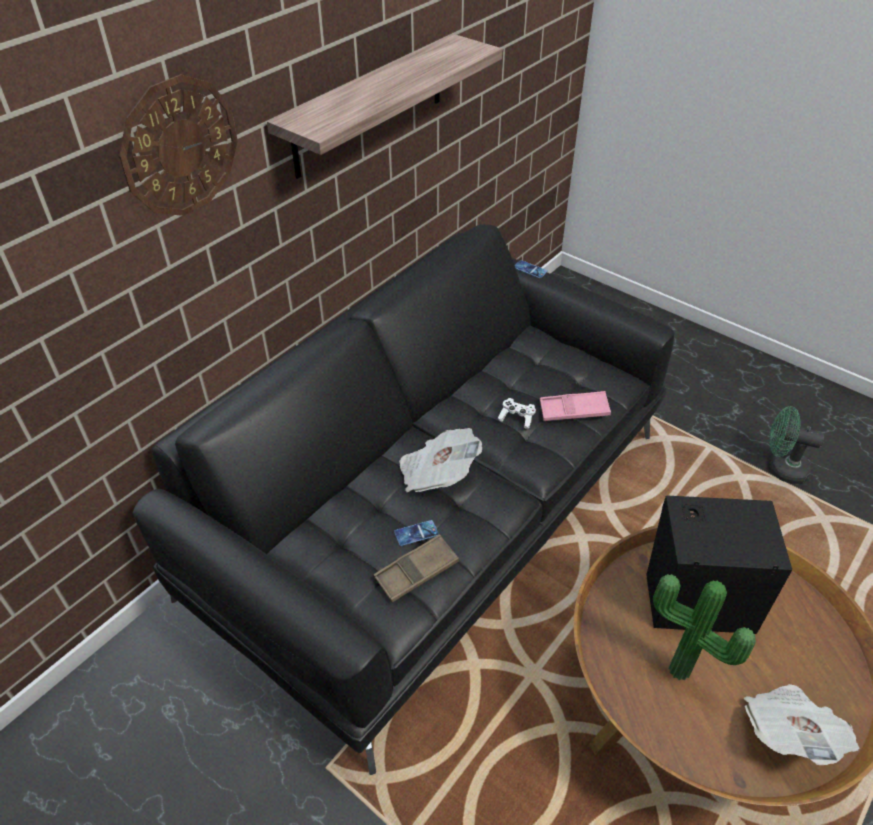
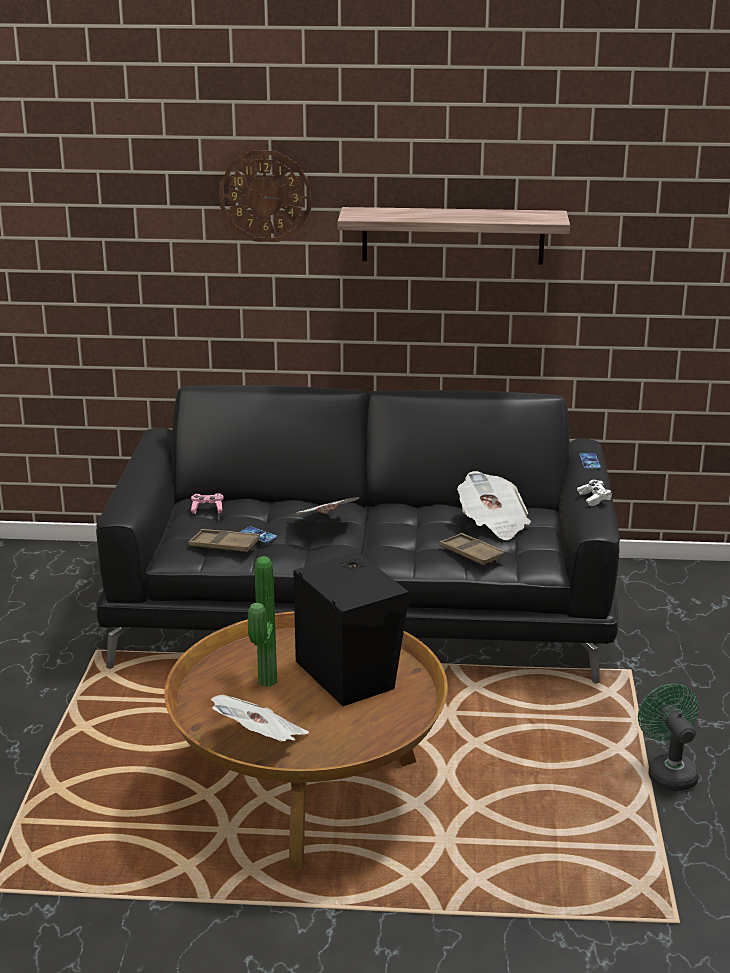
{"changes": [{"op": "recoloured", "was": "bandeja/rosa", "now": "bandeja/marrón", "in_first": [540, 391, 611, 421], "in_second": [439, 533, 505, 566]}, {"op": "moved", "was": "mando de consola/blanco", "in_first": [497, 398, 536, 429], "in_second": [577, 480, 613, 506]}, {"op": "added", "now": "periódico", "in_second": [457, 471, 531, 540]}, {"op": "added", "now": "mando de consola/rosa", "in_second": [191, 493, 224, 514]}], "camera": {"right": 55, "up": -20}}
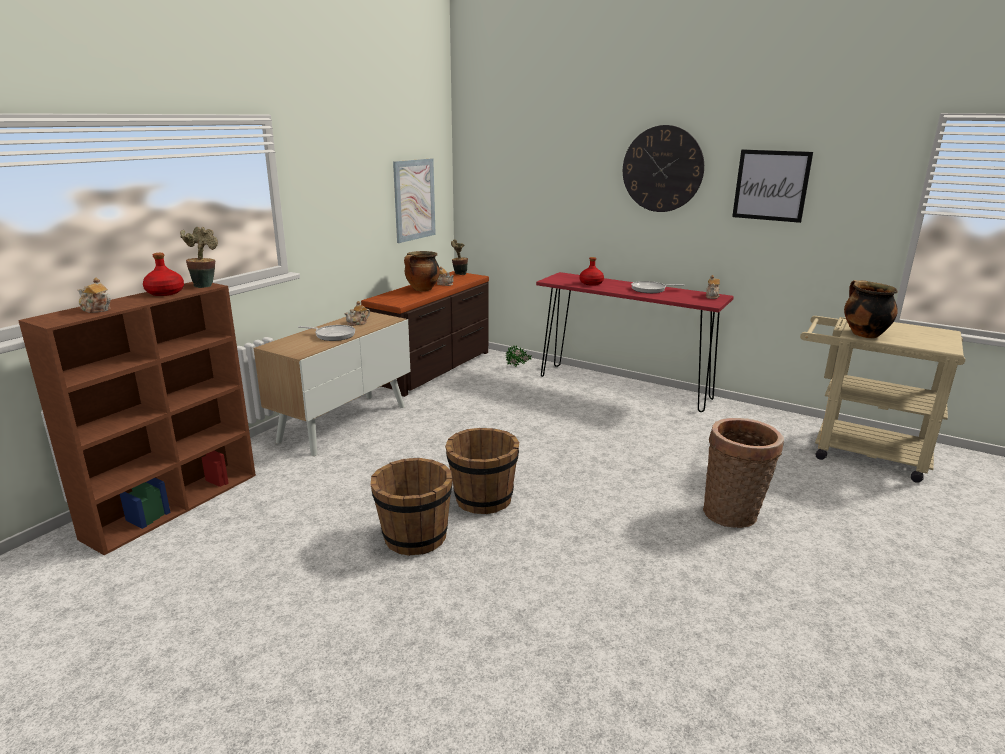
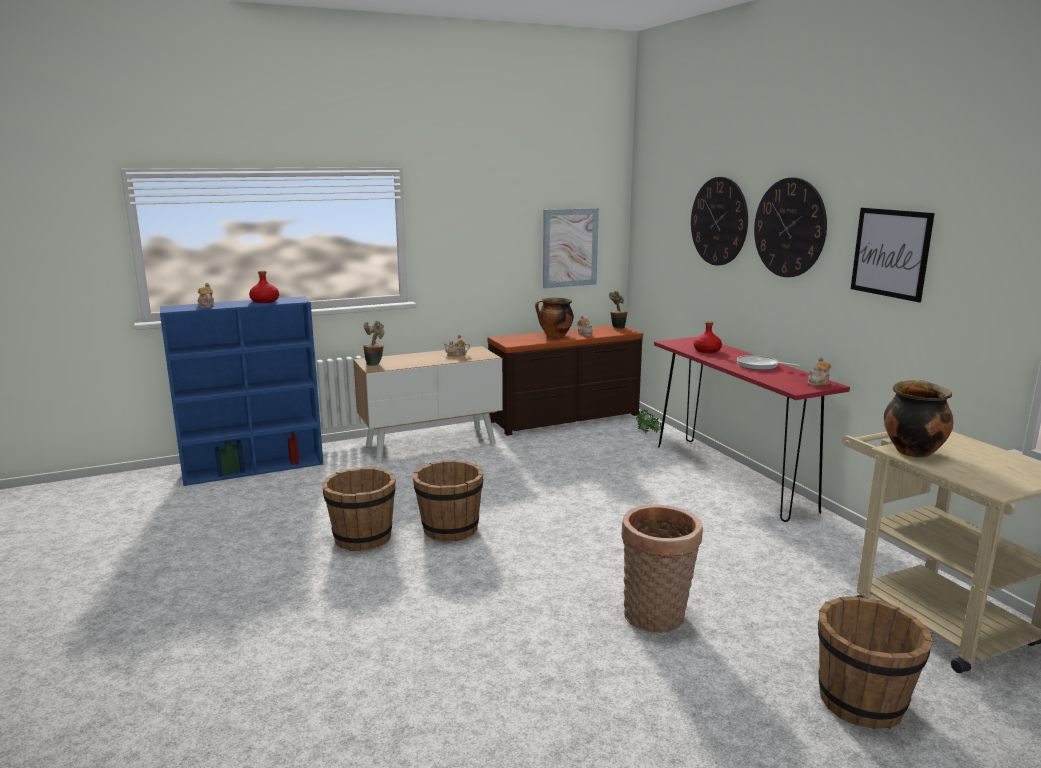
{"changes": [{"op": "moved", "was": "planta en maceta", "in_first": [180, 227, 218, 288], "in_second": [363, 321, 384, 366]}, {"op": "recoloured", "was": "estantería/marrón", "now": "estantería/azul", "in_first": [18, 282, 256, 555], "in_second": [160, 296, 323, 486]}, {"op": "removed", "was": "sartén", "in_first": [298, 325, 355, 341]}, {"op": "added", "now": "reloj de pared", "in_second": [691, 177, 748, 266]}, {"op": "added", "now": "cubo/marrón", "in_second": [818, 596, 933, 729]}], "camera": {"right": 35, "up": -5}}
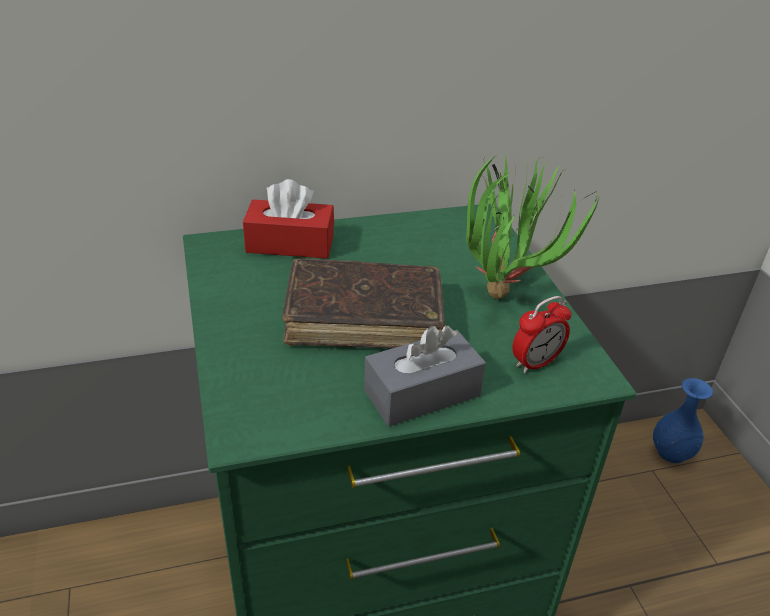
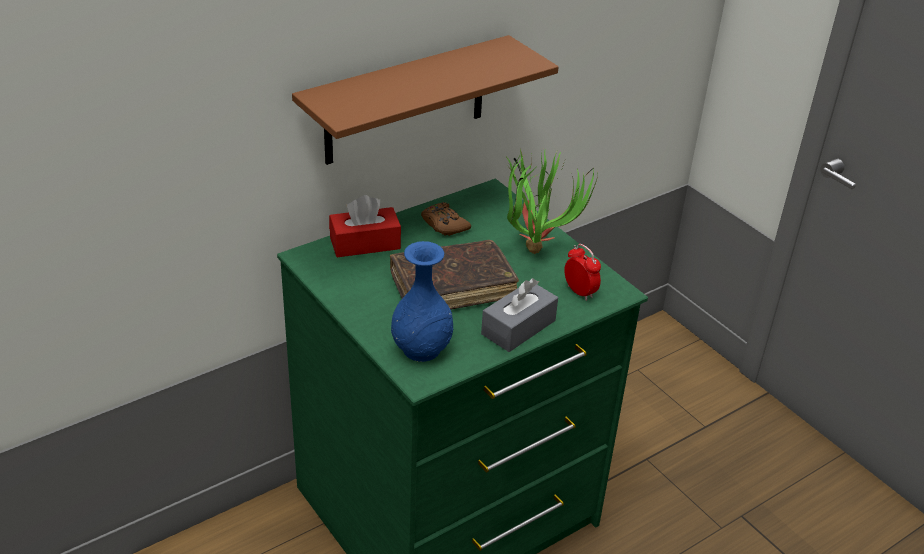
{"changes": [{"op": "turned", "was": "despertador", "in_first": [513, 296, 572, 373], "in_second": [564, 244, 601, 301], "clockwise": -75}, {"op": "moved", "was": "florero/azul", "in_first": [653, 378, 713, 463], "in_second": [391, 241, 453, 362]}, {"op": "added", "now": "estante/marrón", "in_second": [292, 35, 559, 165]}, {"op": "added", "now": "mando de consola/marrón", "in_second": [421, 202, 471, 236]}], "camera": {"right": -20, "up": 0}}
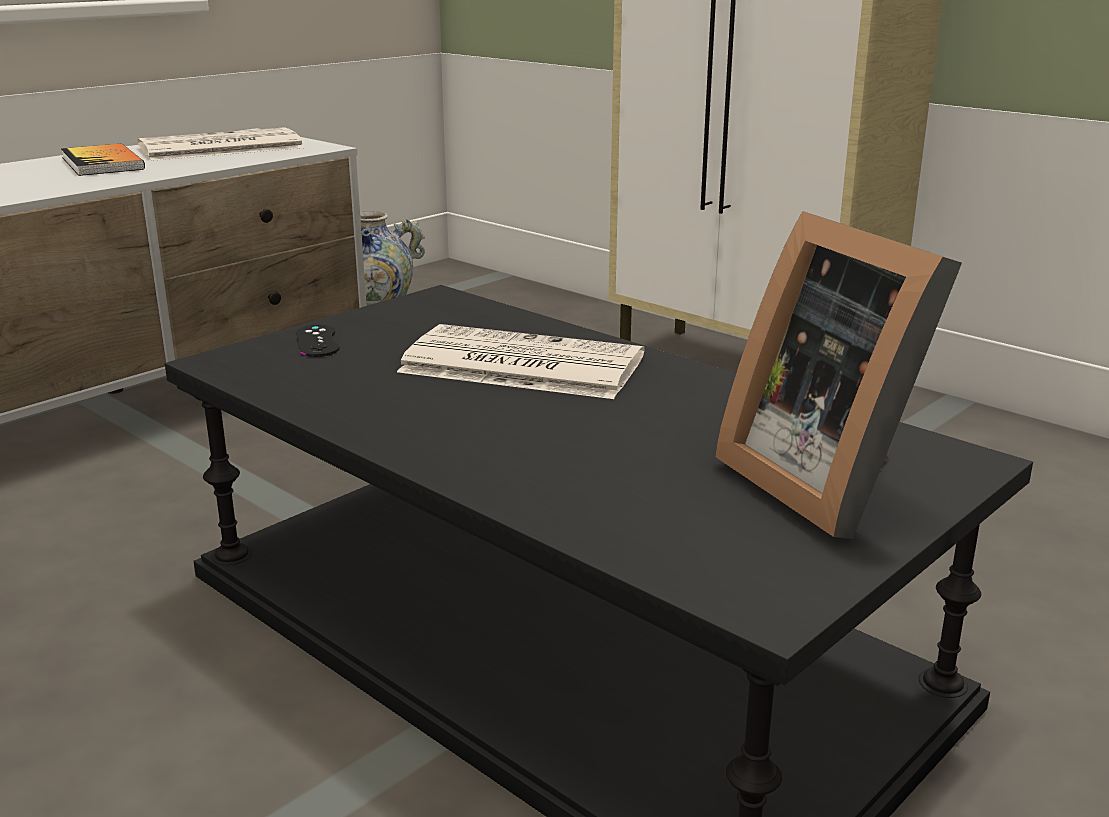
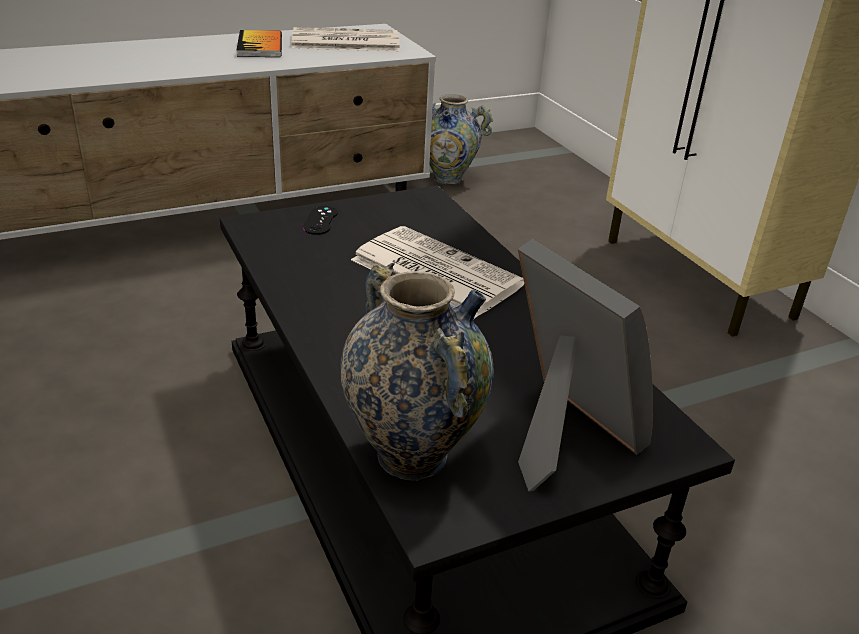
{"changes": [{"op": "turned", "was": "portarretratos", "in_first": [715, 211, 962, 539], "in_second": [518, 239, 653, 491], "clockwise": 150}, {"op": "added", "now": "florero", "in_second": [340, 263, 493, 480]}], "camera": {"right": 20, "up": 10}}
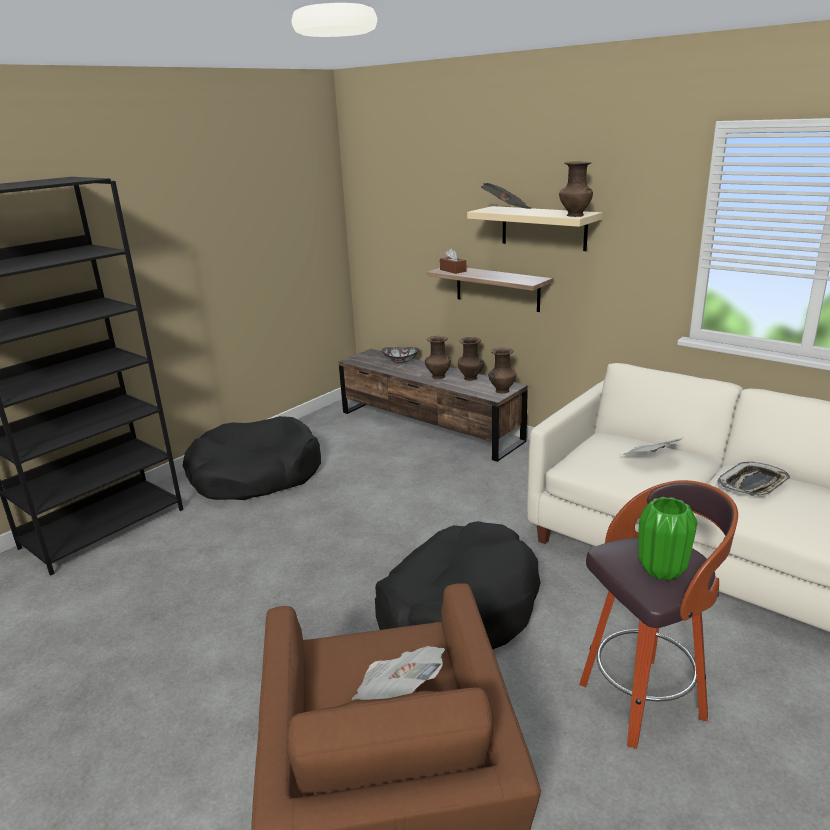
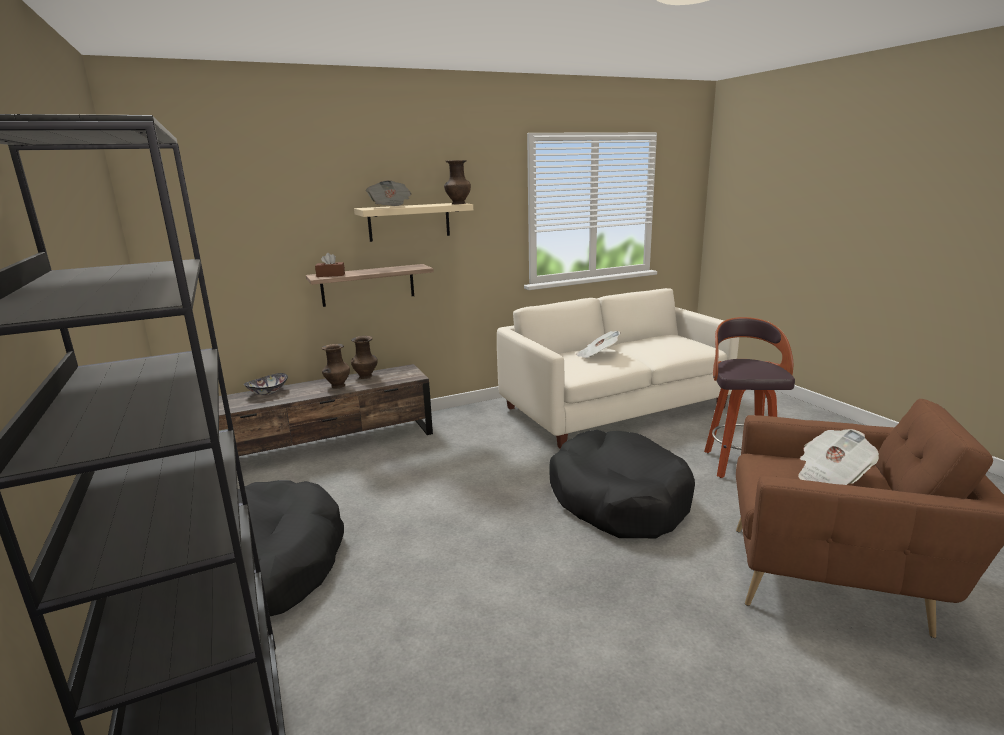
{"changes": [{"op": "removed", "was": "florero/marrón", "in_first": [488, 347, 516, 394]}, {"op": "removed", "was": "bandeja", "in_first": [718, 462, 790, 495]}, {"op": "removed", "was": "florero/verde", "in_first": [638, 497, 698, 581]}], "camera": {"right": -65, "up": -5}}
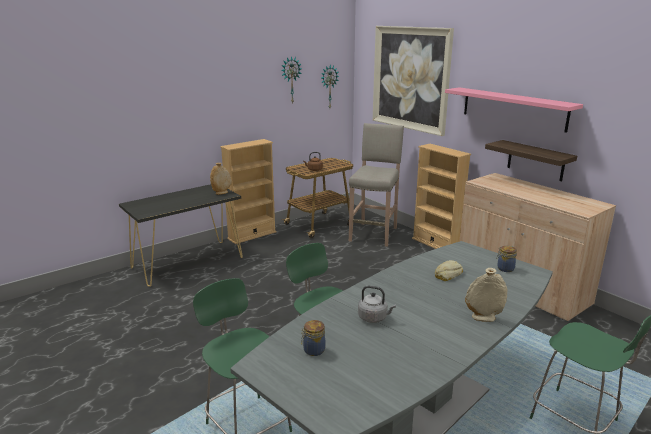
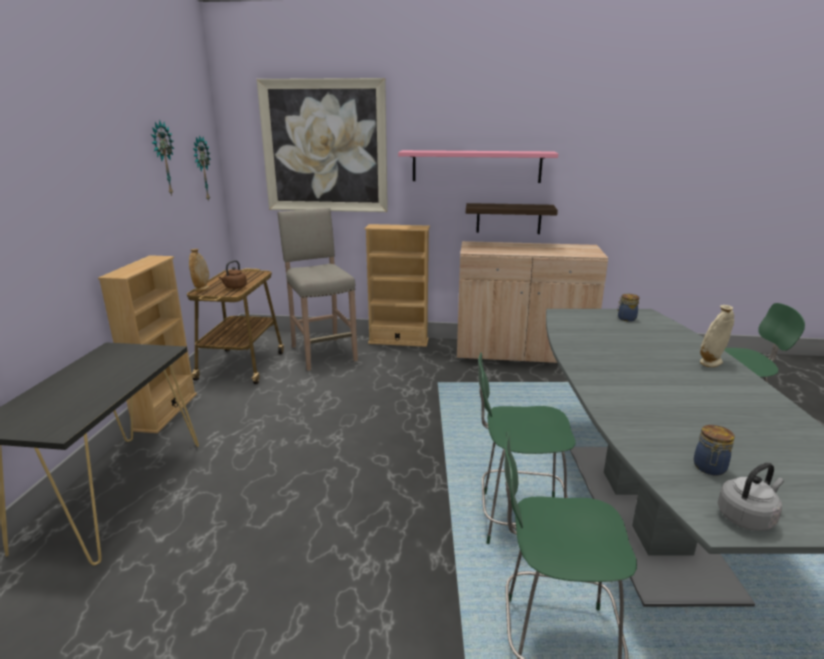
{"changes": [{"op": "moved", "was": "florero/beis", "in_first": [210, 163, 232, 195], "in_second": [189, 249, 209, 291]}, {"op": "removed", "was": "pan", "in_first": [435, 260, 463, 281]}, {"op": "moved", "was": "hervidor/gris", "in_first": [358, 286, 396, 323], "in_second": [717, 463, 784, 531]}], "camera": {"right": -45, "up": 0}}
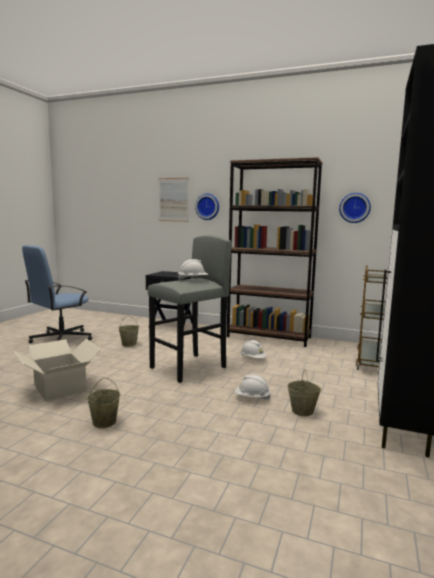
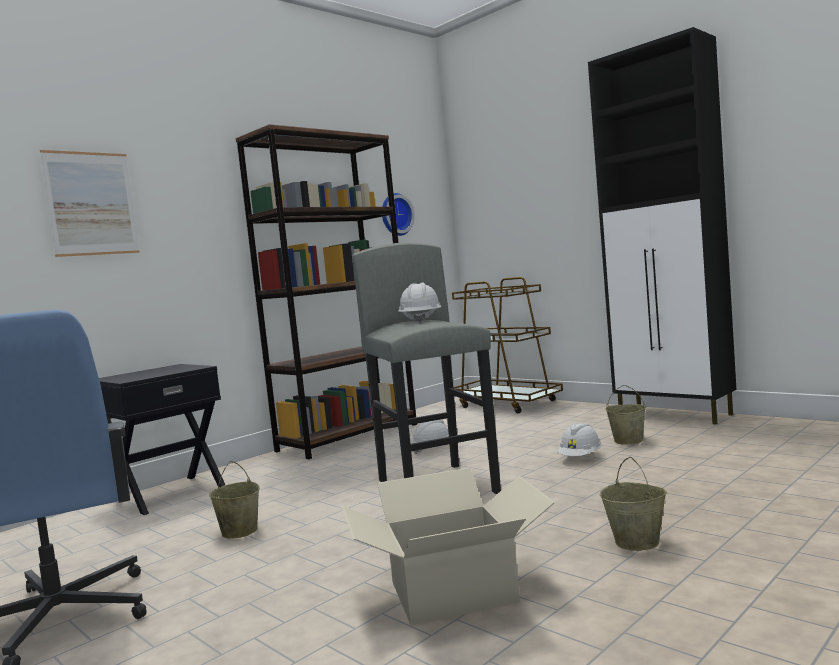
{"changes": [{"op": "removed", "was": "reloj de pared", "in_first": [195, 194, 219, 220]}], "camera": {"right": -65, "up": -5}}
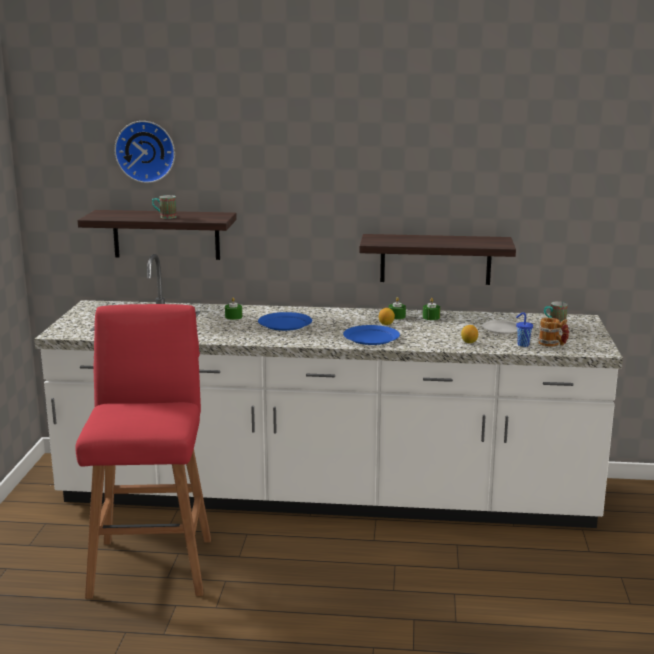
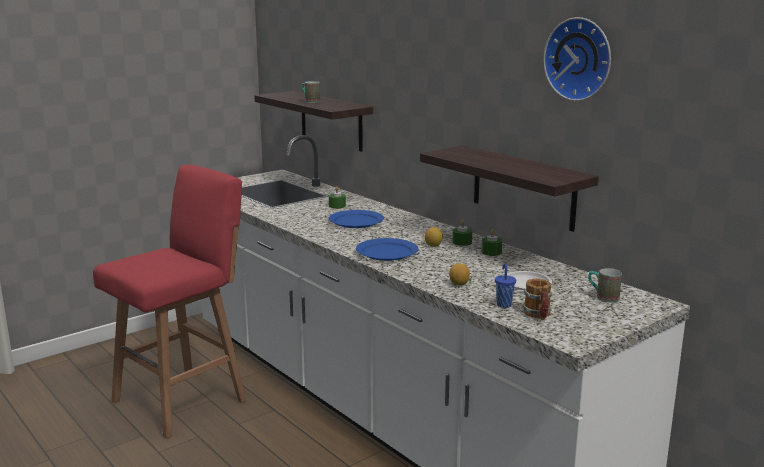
{"changes": [{"op": "moved", "was": "reloj de pared", "in_first": [114, 121, 175, 183], "in_second": [543, 17, 611, 101]}], "camera": {"right": 45, "up": 0}}
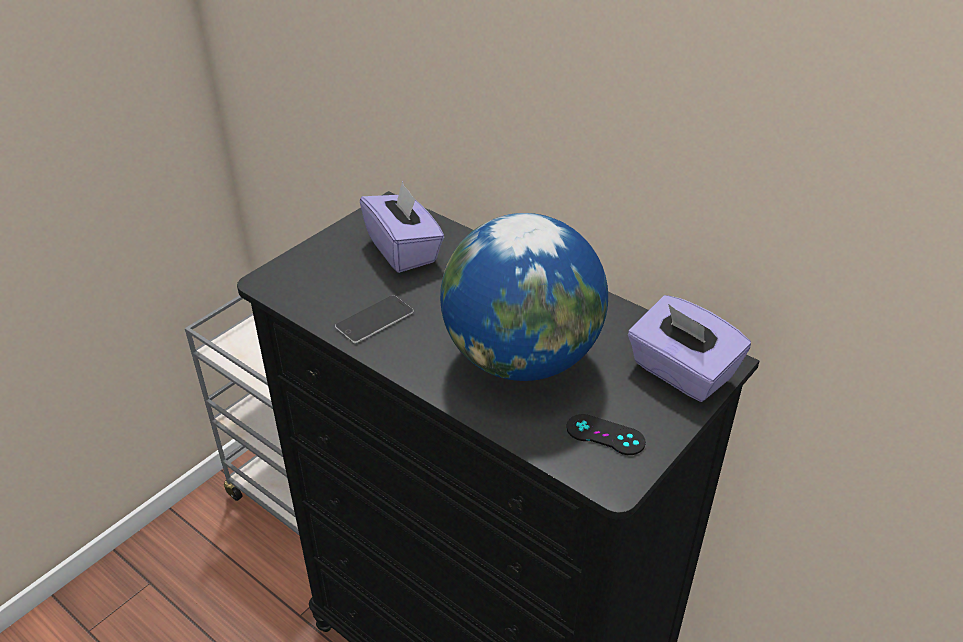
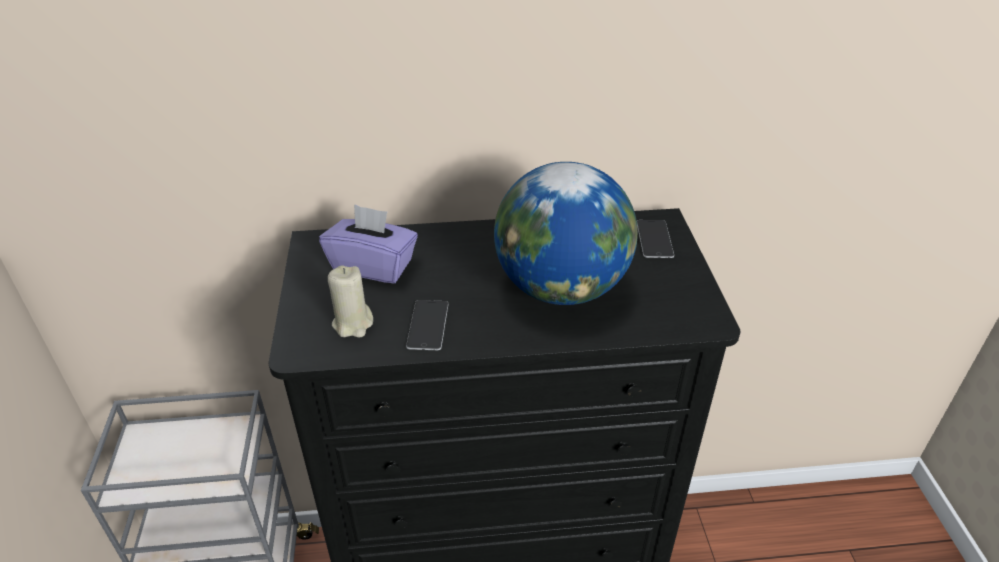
{"changes": [{"op": "replaced", "was": "caja de pañuelos/morado", "now": "móvil", "in_first": [628, 295, 751, 402], "in_second": [637, 220, 674, 258]}, {"op": "removed", "was": "mando de consola/negro", "in_first": [566, 414, 646, 455]}, {"op": "added", "now": "vela/beis", "in_second": [328, 265, 373, 337]}], "camera": {"right": -45, "up": 0}}
